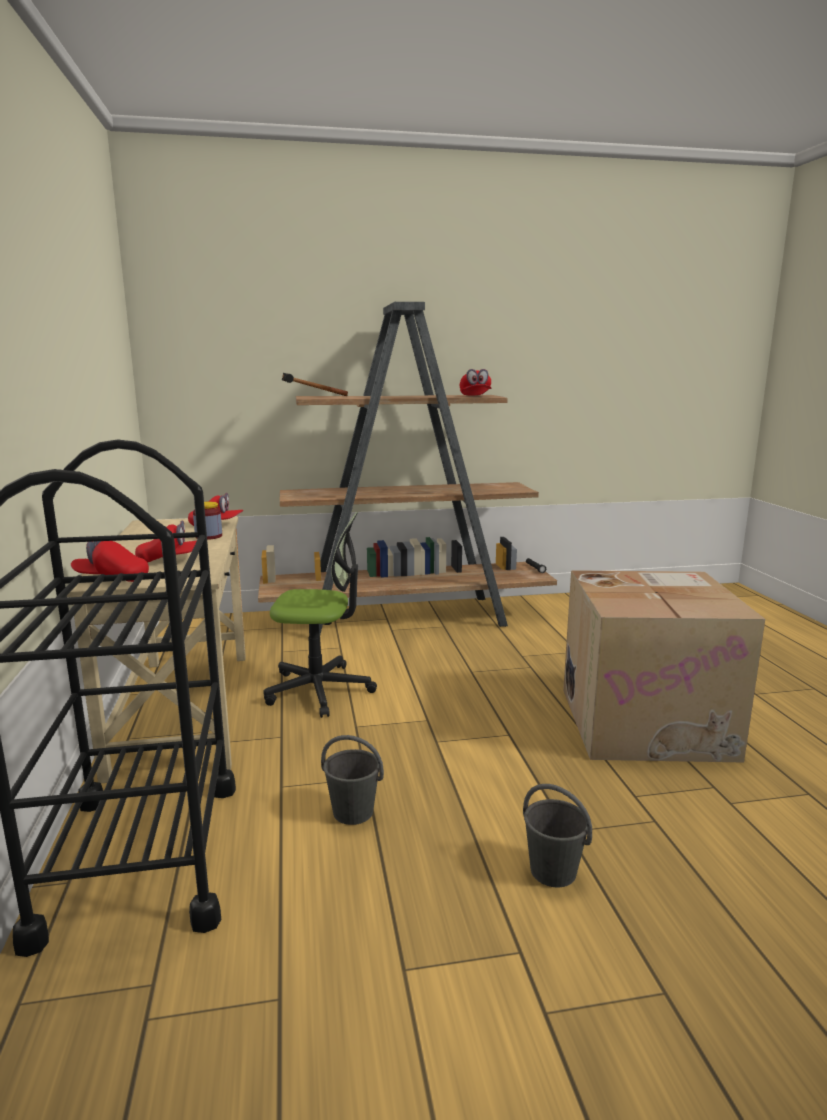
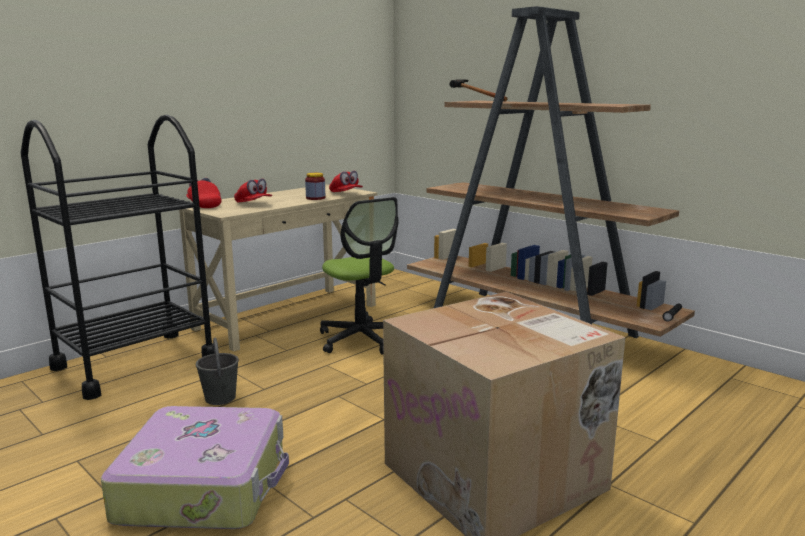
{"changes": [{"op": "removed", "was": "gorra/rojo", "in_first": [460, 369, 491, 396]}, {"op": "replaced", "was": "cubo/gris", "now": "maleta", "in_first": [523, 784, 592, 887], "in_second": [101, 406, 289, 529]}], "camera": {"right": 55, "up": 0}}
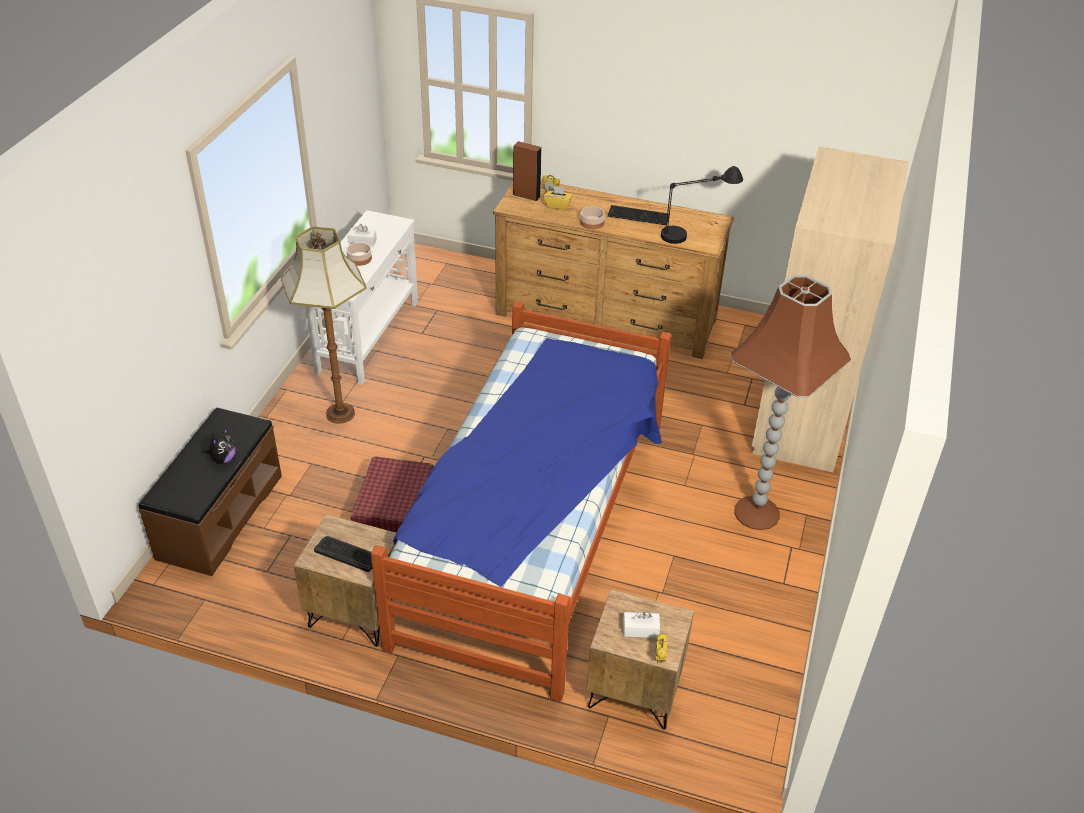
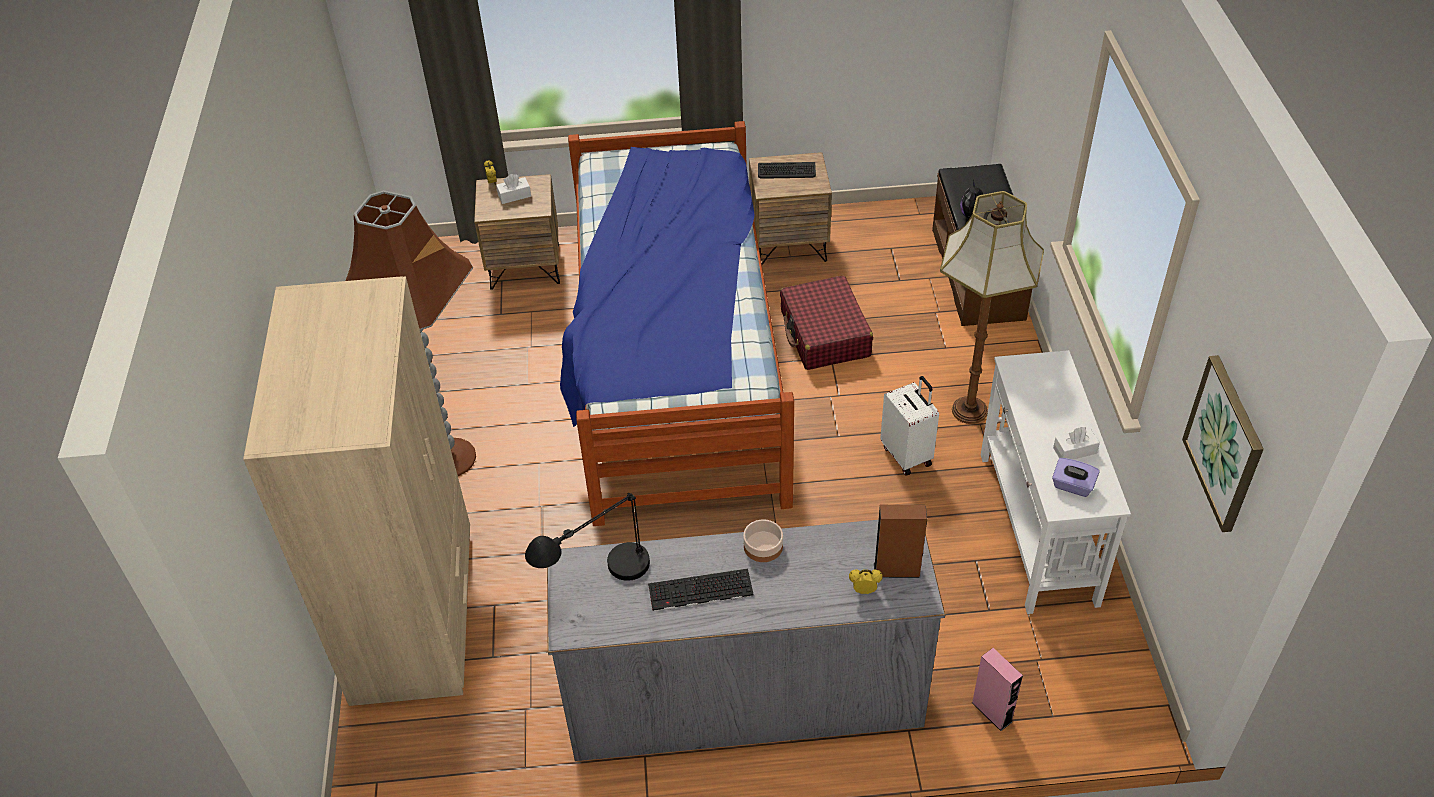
{"changes": [{"op": "recoloured", "was": "cómoda/marrón", "now": "cómoda/gris", "in_first": [493, 181, 734, 359], "in_second": [547, 520, 945, 761]}, {"op": "removed", "was": "caja de pañuelos/amarillo", "in_first": [544, 186, 573, 210]}, {"op": "removed", "was": "cuenco", "in_first": [346, 242, 372, 266]}, {"op": "added", "now": "cuadro", "in_second": [1182, 355, 1264, 532]}, {"op": "added", "now": "maleta/blanco", "in_second": [880, 376, 939, 476]}, {"op": "added", "now": "caja de pañuelos/morado", "in_second": [1052, 458, 1100, 497]}, {"op": "added", "now": "altavoz/rosa", "in_second": [971, 648, 1023, 731]}], "camera": {"right": 160, "up": 5}}
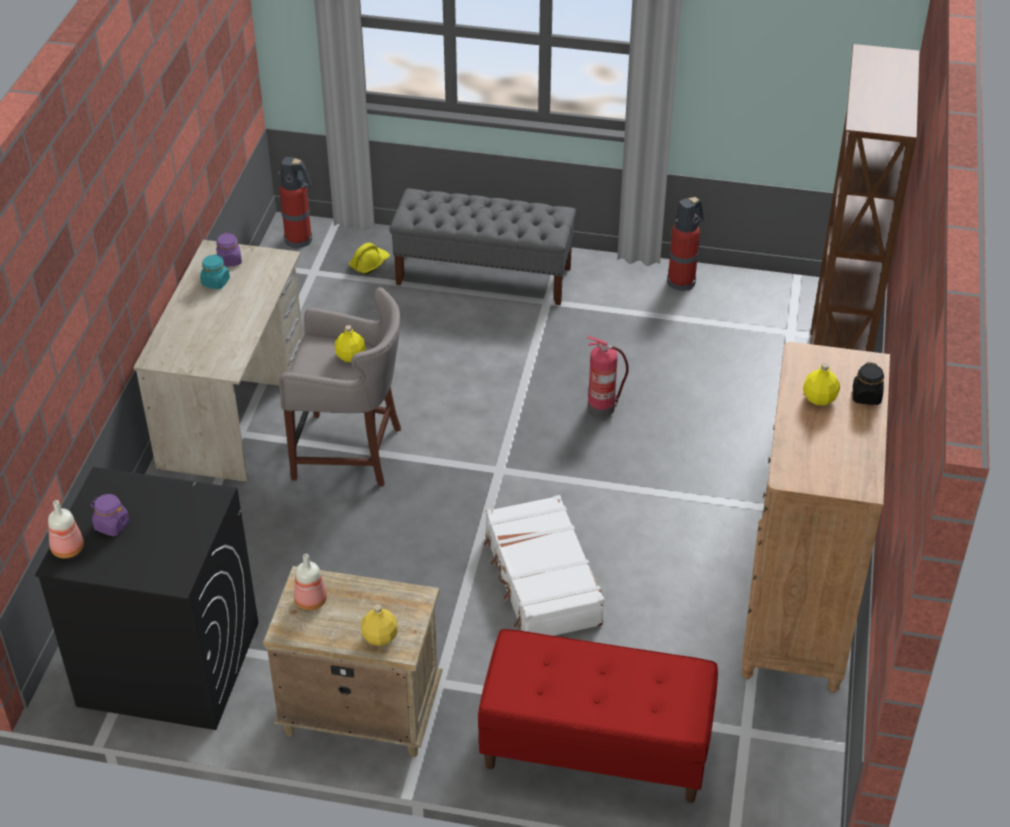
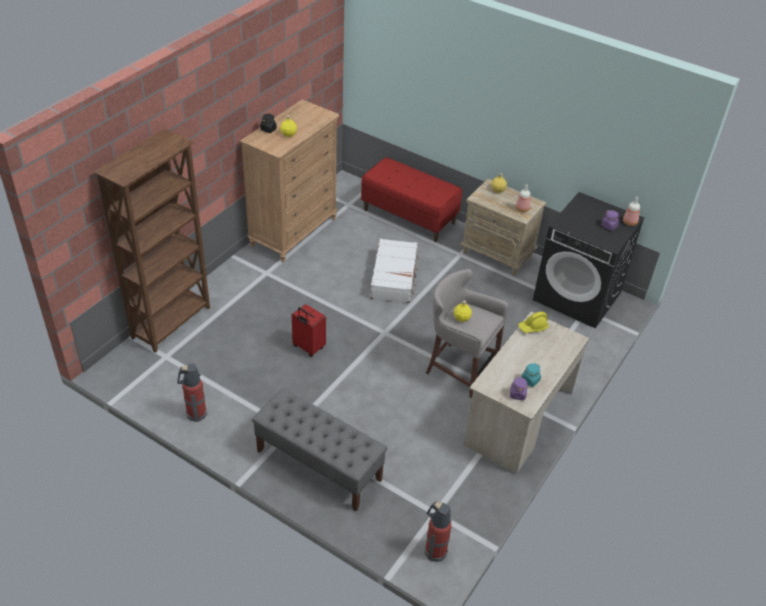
{"changes": [{"op": "moved", "was": "casco/amarillo", "in_first": [349, 243, 390, 275], "in_second": [518, 312, 549, 333]}, {"op": "replaced", "was": "extintor", "now": "maleta/rojo", "in_first": [587, 336, 629, 417], "in_second": [292, 304, 326, 357]}], "camera": {"right": -160, "up": 0}}
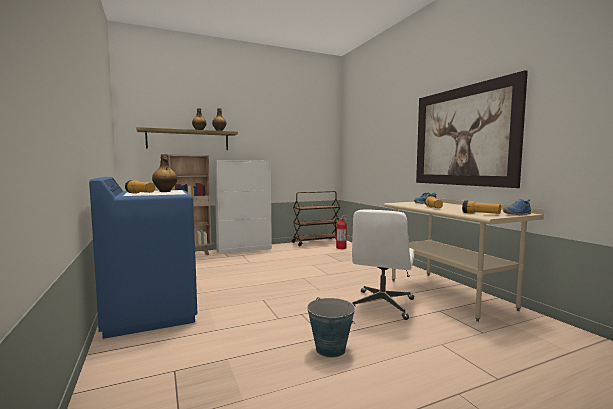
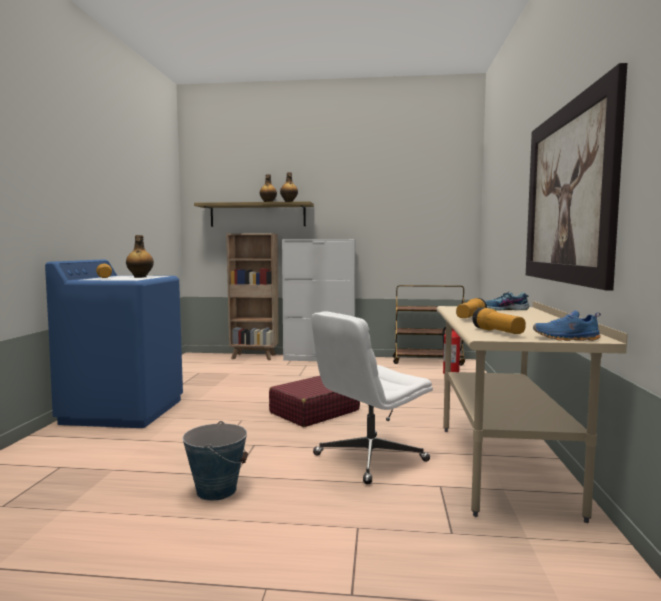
{"changes": [{"op": "added", "now": "maleta/rojo", "in_second": [269, 376, 360, 427]}], "camera": {"right": 30, "up": 0}}
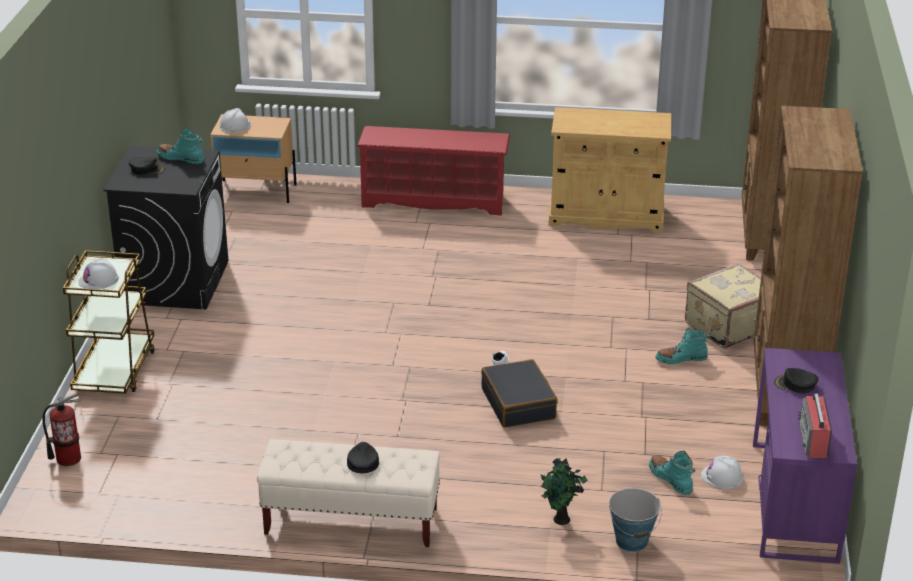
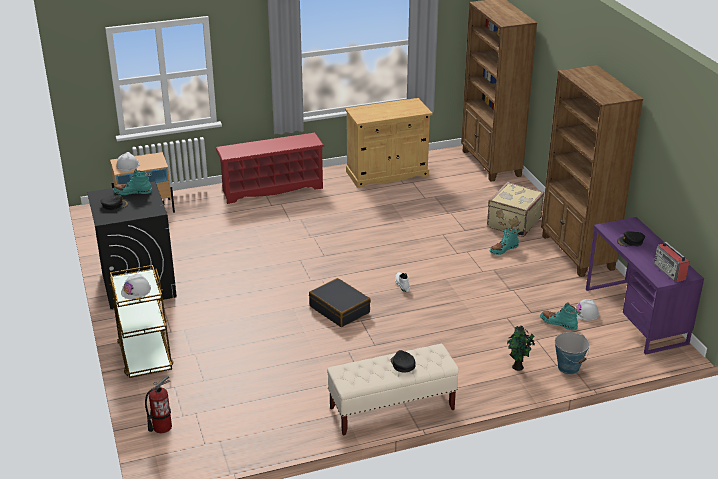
{"changes": [{"op": "moved", "was": "maleta/negro", "in_first": [481, 359, 558, 427], "in_second": [309, 278, 371, 327]}], "camera": {"right": -25, "up": 0}}
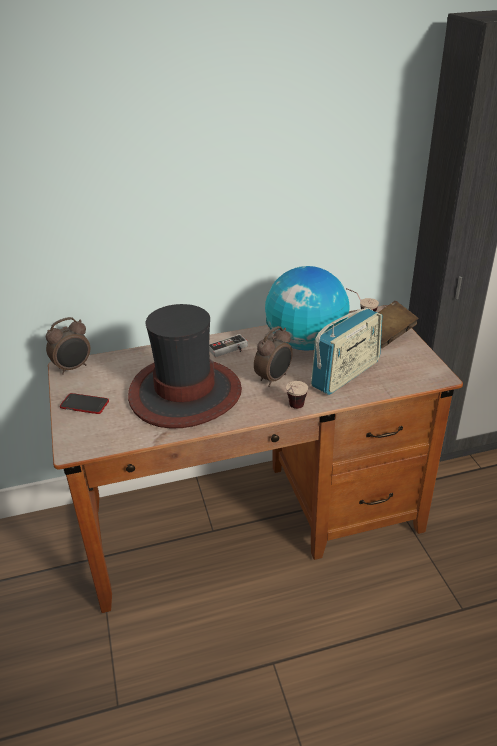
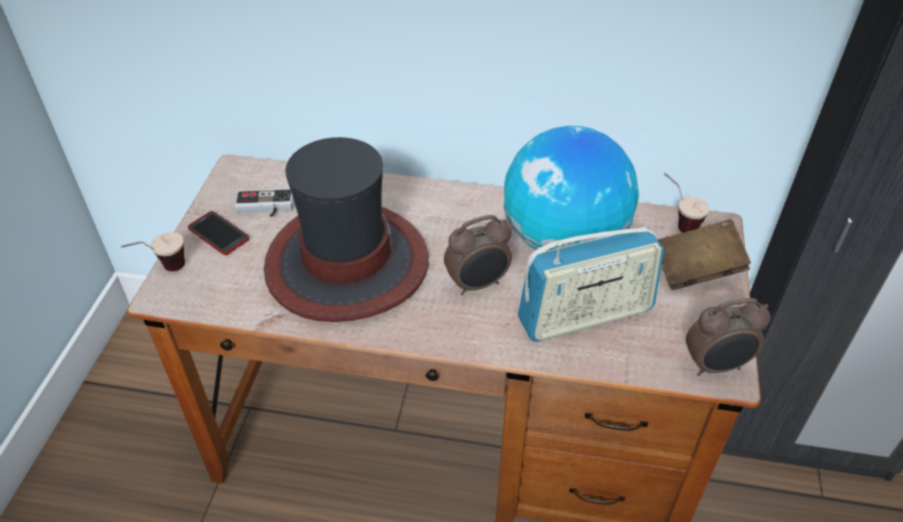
{"changes": [{"op": "moved", "was": "despertador", "in_first": [46, 317, 90, 375], "in_second": [686, 298, 771, 376]}, {"op": "moved", "was": "mando de consola", "in_first": [209, 334, 248, 357], "in_second": [234, 188, 293, 217]}, {"op": "moved", "was": "taza", "in_first": [286, 381, 308, 409], "in_second": [121, 232, 185, 271]}], "camera": {"right": 25, "up": 10}}
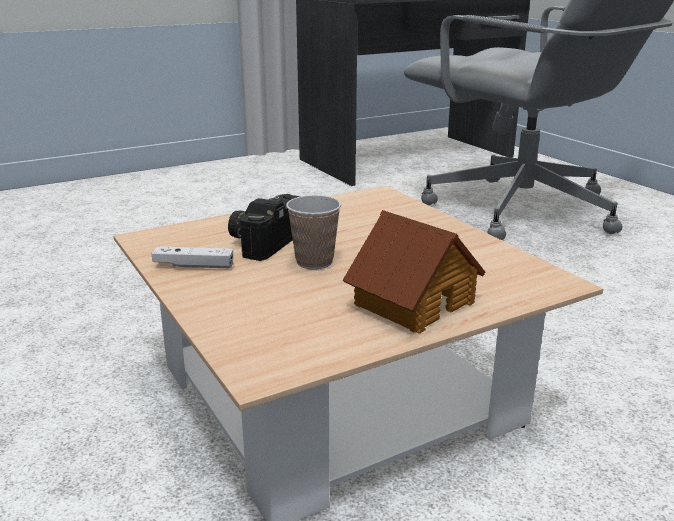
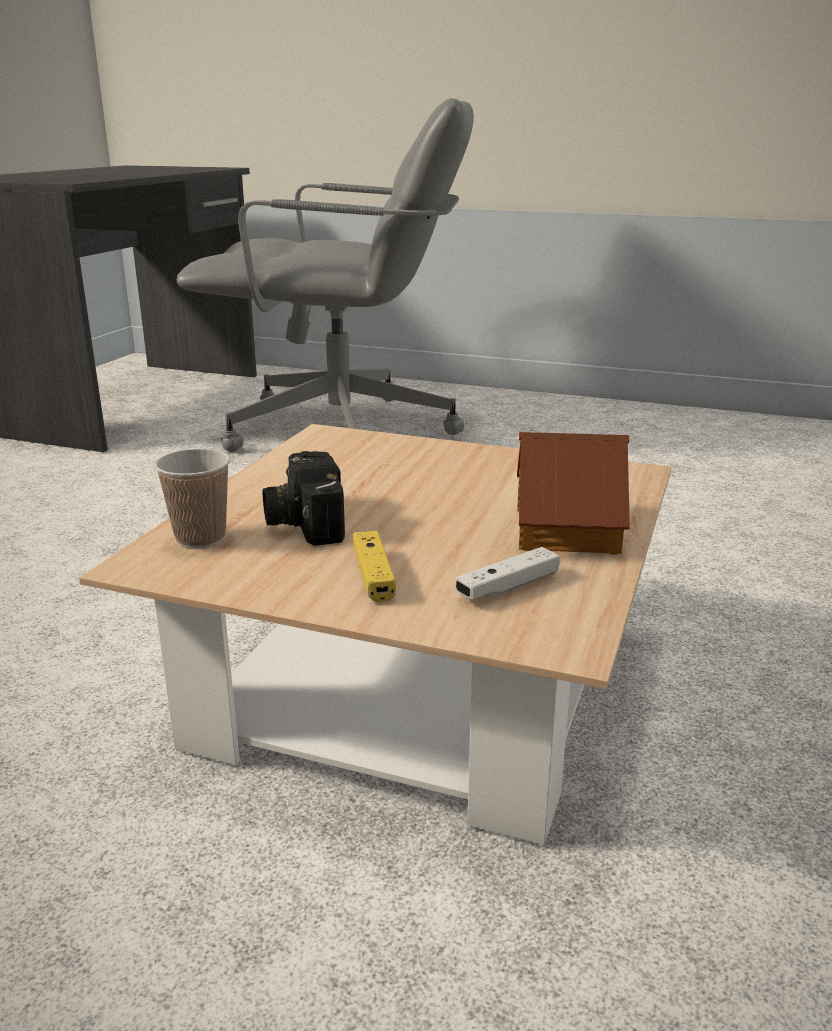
{"changes": [{"op": "moved", "was": "taza", "in_first": [286, 195, 341, 269], "in_second": [154, 449, 230, 548]}, {"op": "moved", "was": "mando de consola/blanco", "in_first": [152, 246, 233, 268], "in_second": [455, 547, 560, 600]}, {"op": "added", "now": "mando de consola/amarillo", "in_second": [353, 531, 396, 602]}], "camera": {"right": -40, "up": 0}}
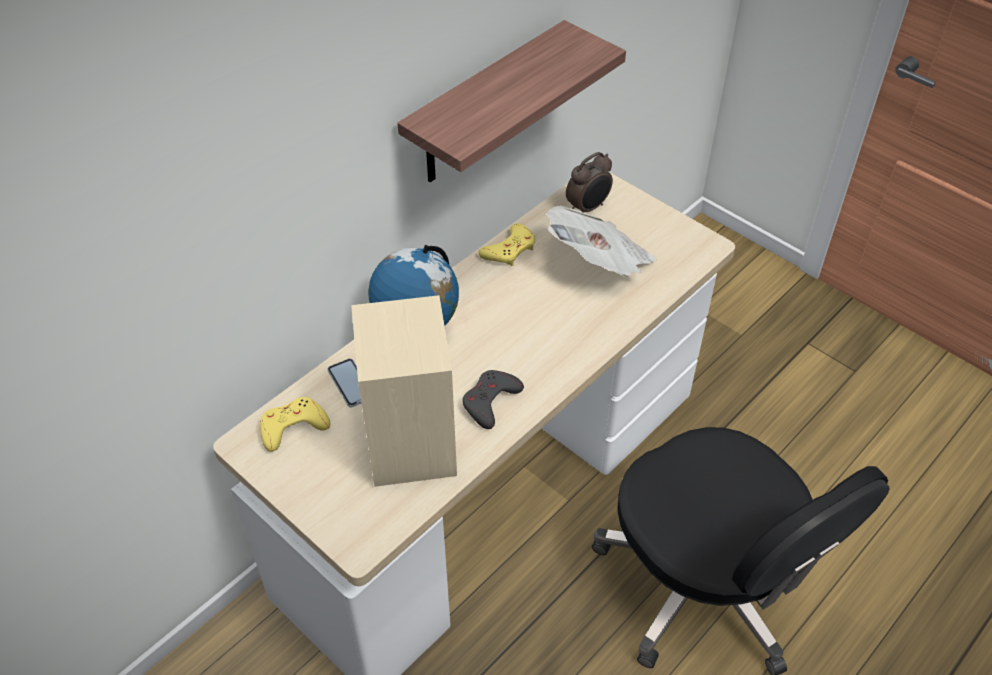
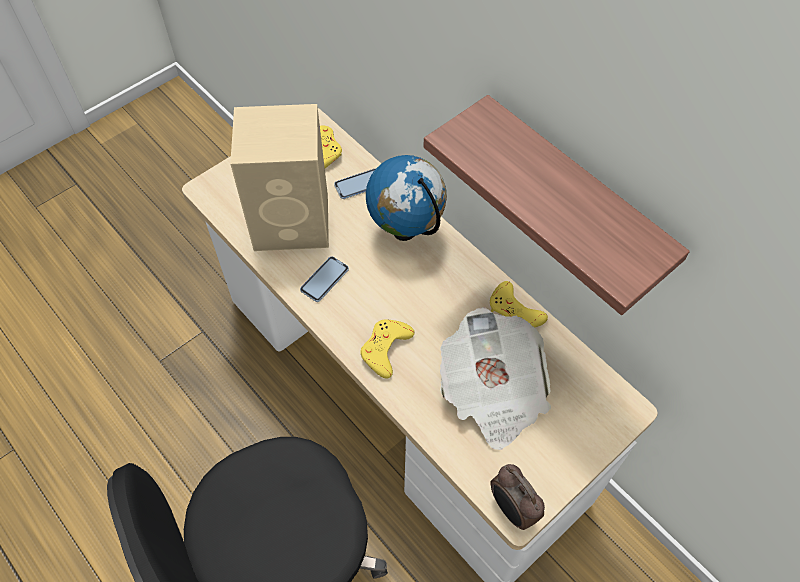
{"changes": [{"op": "moved", "was": "despertador", "in_first": [566, 152, 613, 212], "in_second": [490, 464, 545, 530]}, {"op": "replaced", "was": "mando de consola/gris", "now": "móvil", "in_first": [462, 370, 524, 429], "in_second": [300, 256, 349, 302]}, {"op": "added", "now": "mando de consola/amarillo", "in_second": [361, 319, 415, 378]}], "camera": {"right": 95, "up": 10}}
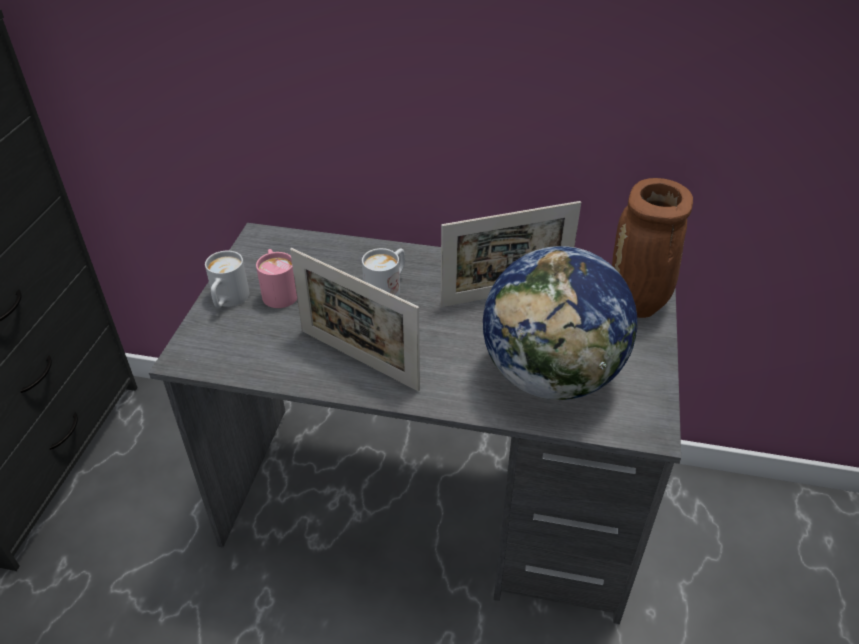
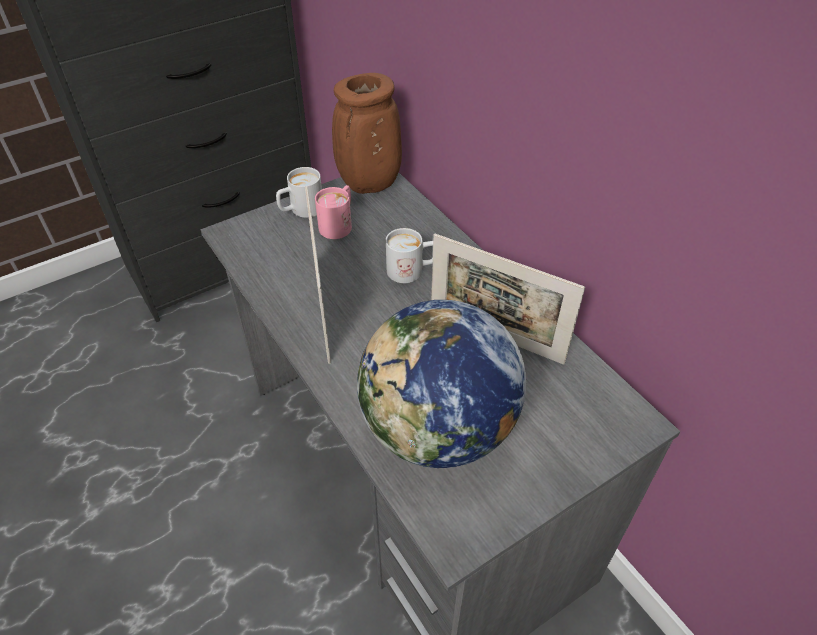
{"changes": [{"op": "moved", "was": "florero/marrón", "in_first": [612, 178, 693, 318], "in_second": [332, 73, 402, 194]}], "camera": {"right": 45, "up": 5}}
